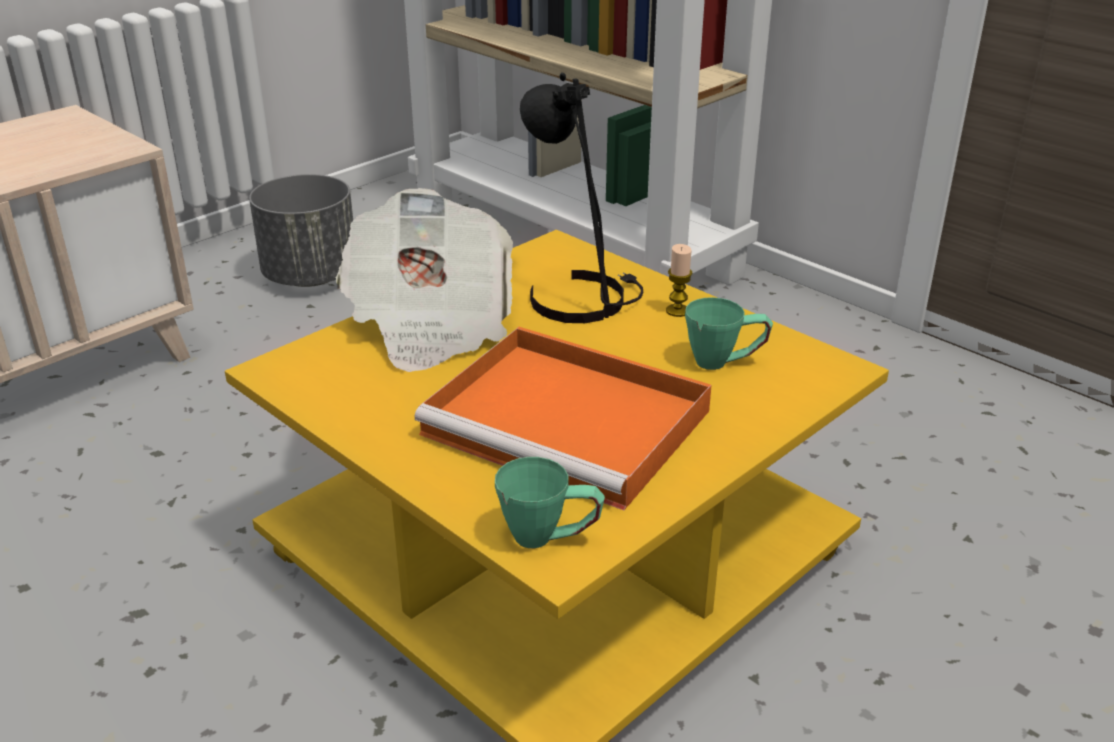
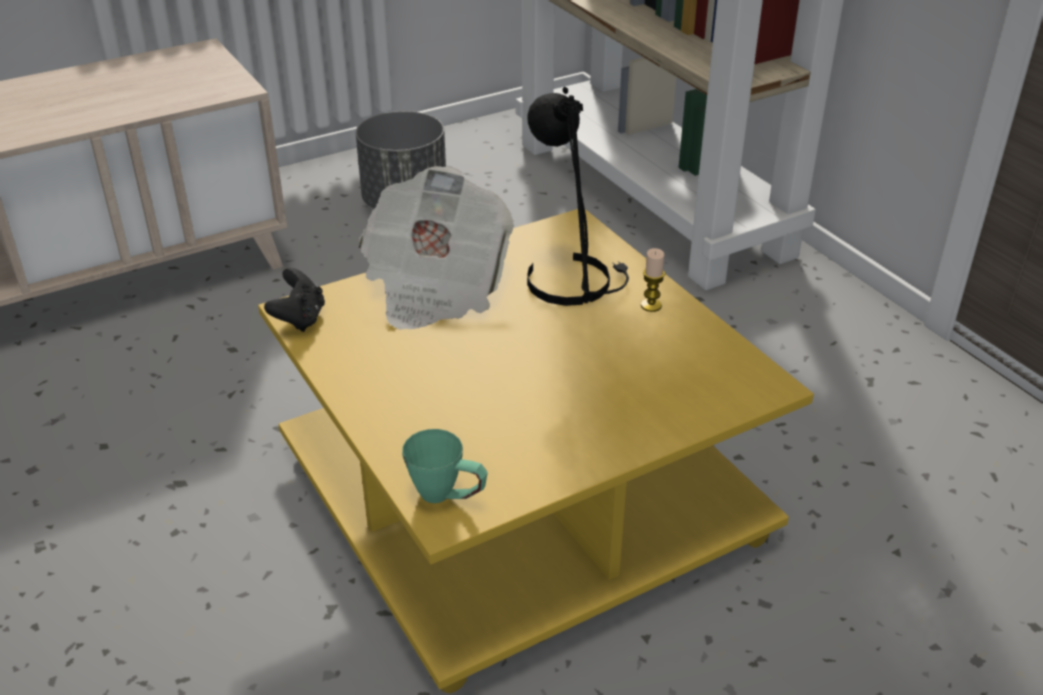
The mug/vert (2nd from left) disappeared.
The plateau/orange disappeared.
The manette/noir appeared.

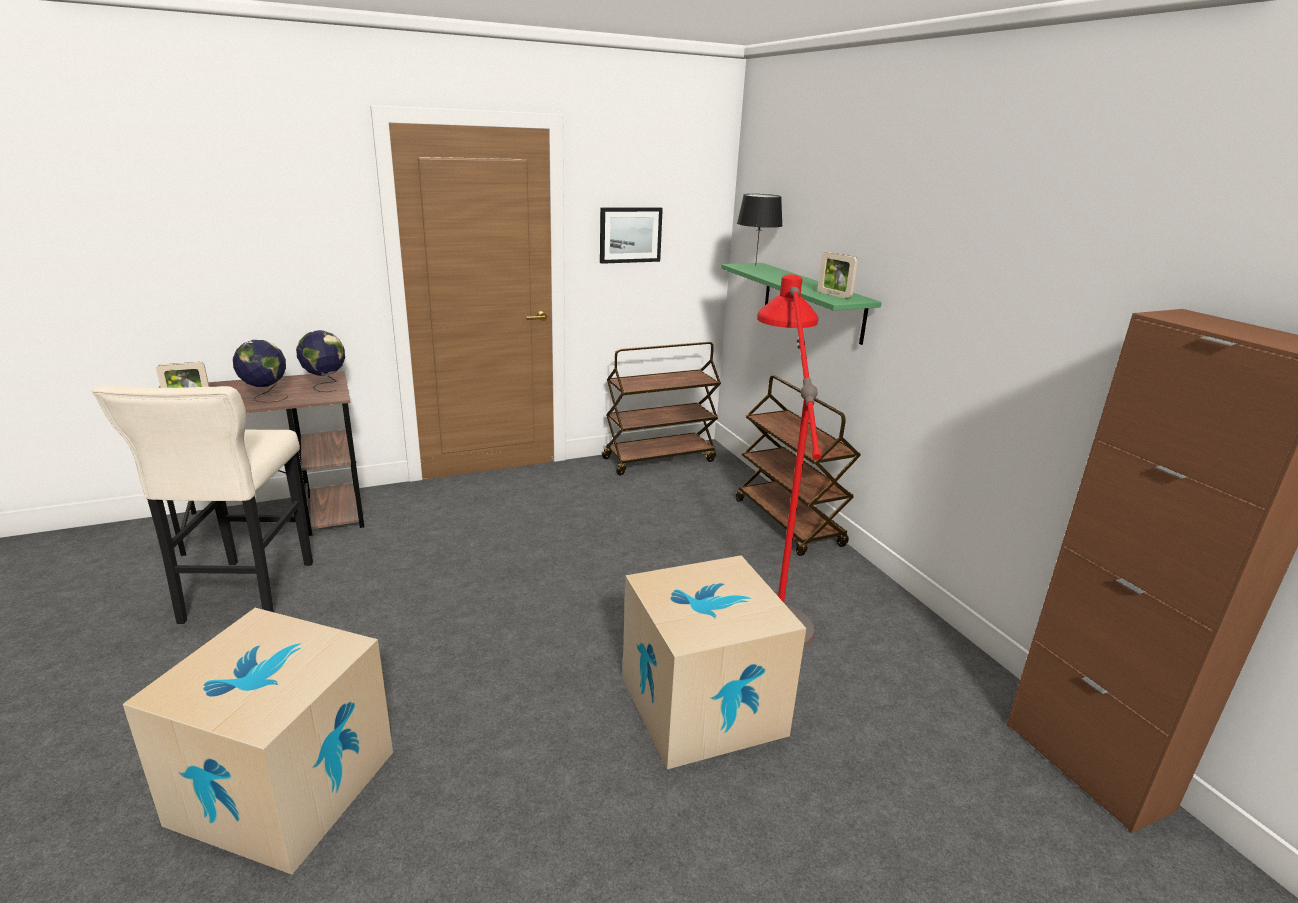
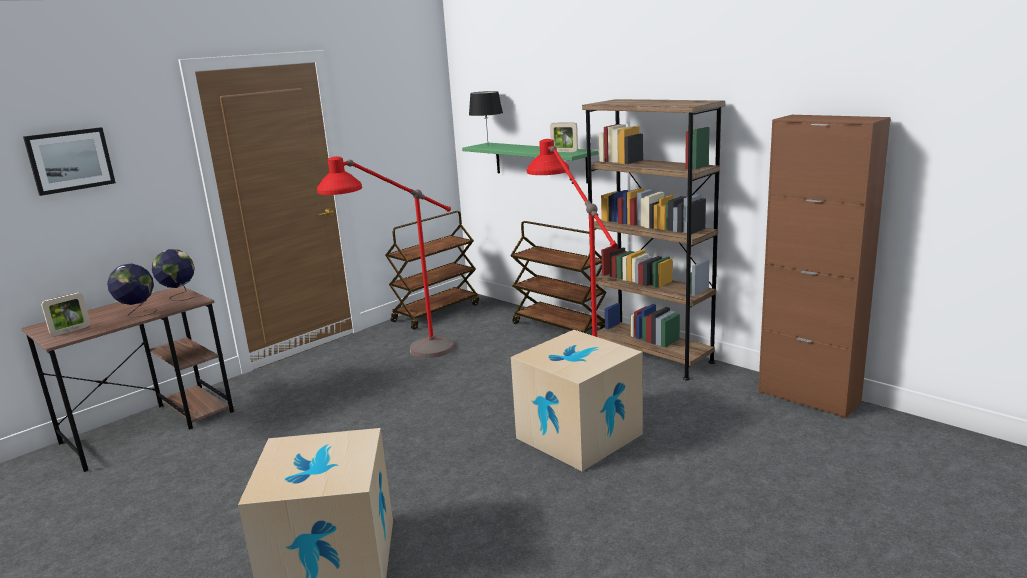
The tableau moved.
The tabouret/beige disappeared.
The bibliothèque/marron appeared.
The lampadaire/rouge (1st from left) appeared.

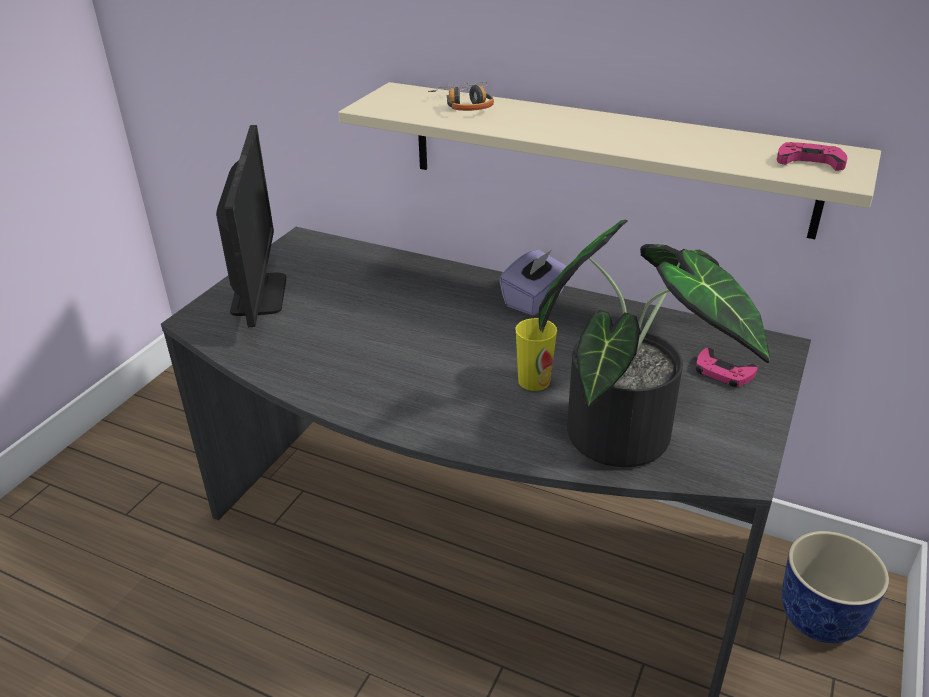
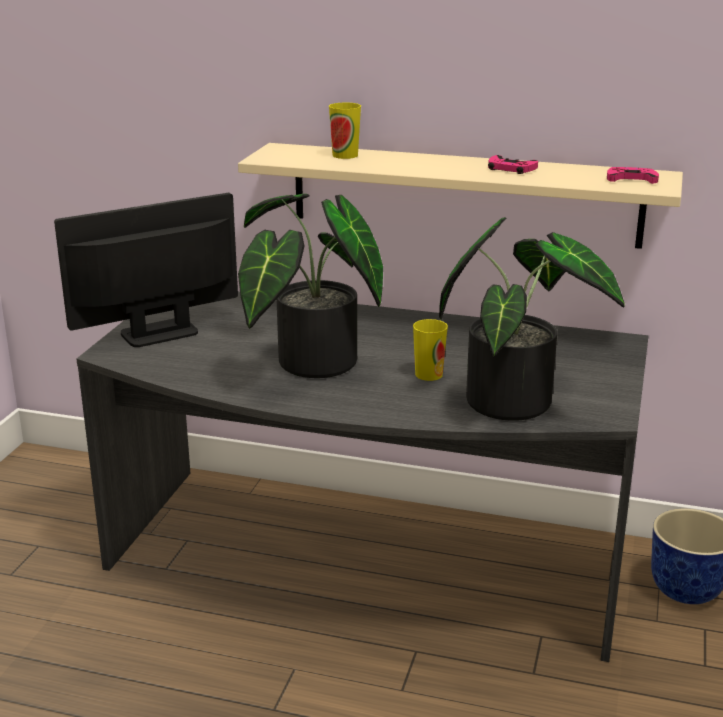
The casque audio was replaced by the tasse (1st from left).
The écran d'ordinateur turned 105 degrees counterclockwise.
The boîte à mouchoirs/violet disappeared.
The manette/rose (1st from left) moved.
The plante en pot (1st from left) appeared.

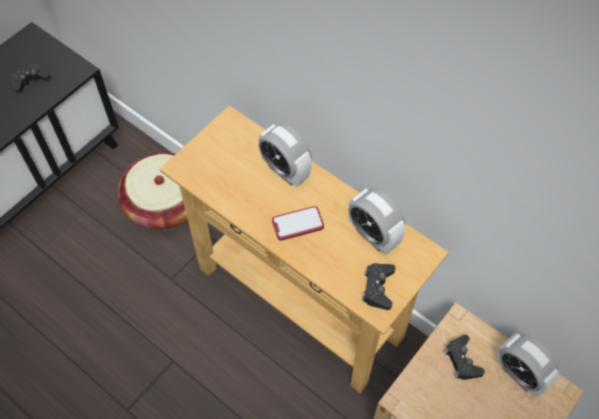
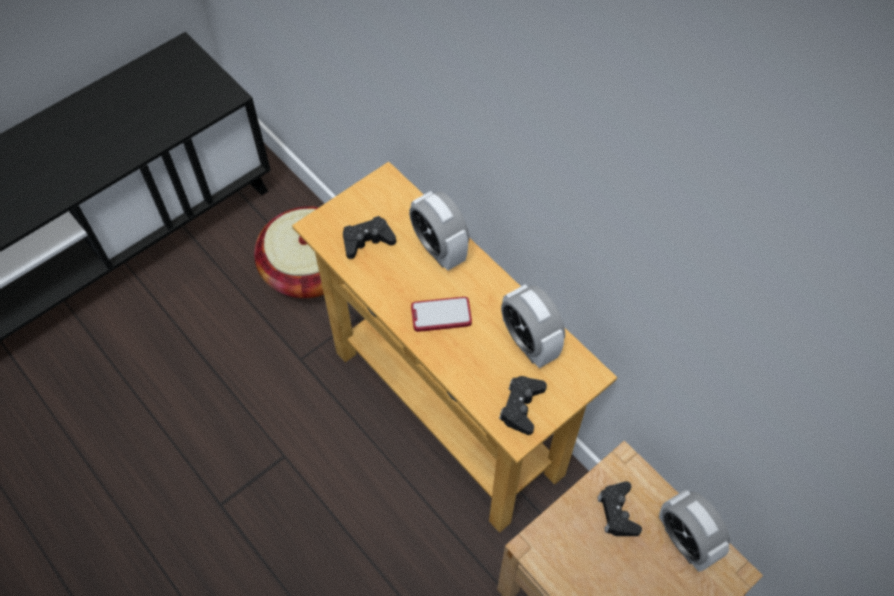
The manette/noir (1st from left) moved.

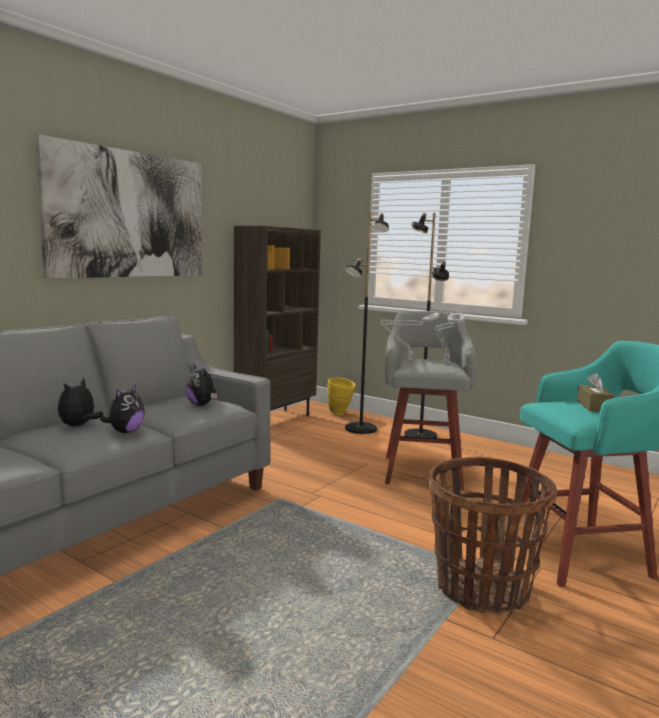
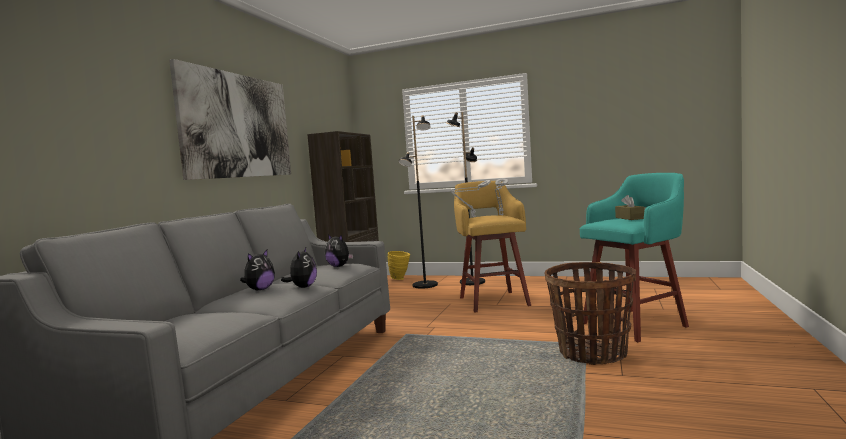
The tabouret/gris became the tabouret/jaune.
The peluche (1st from left) turned 150 degrees counterclockwise.

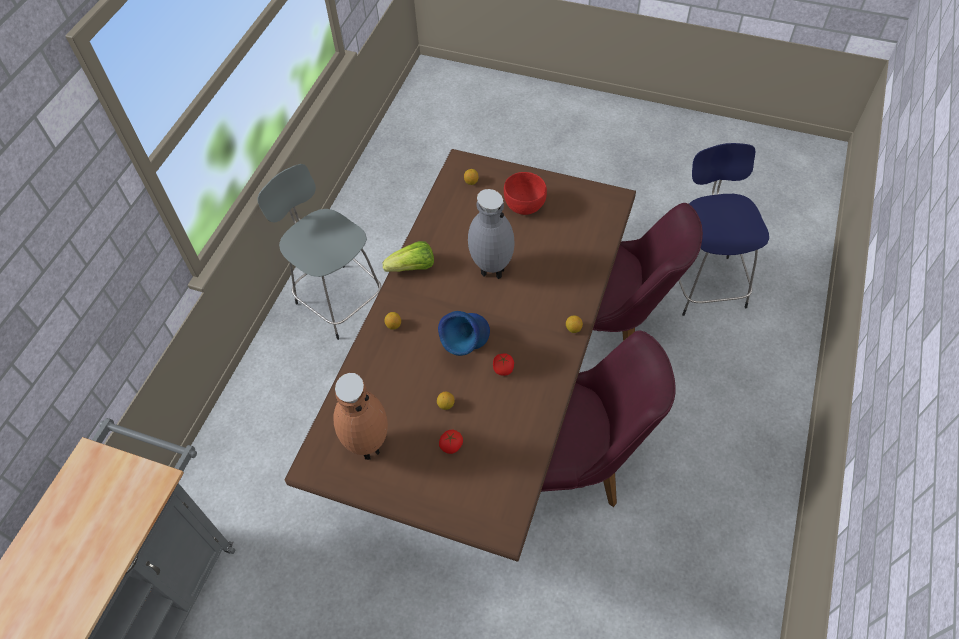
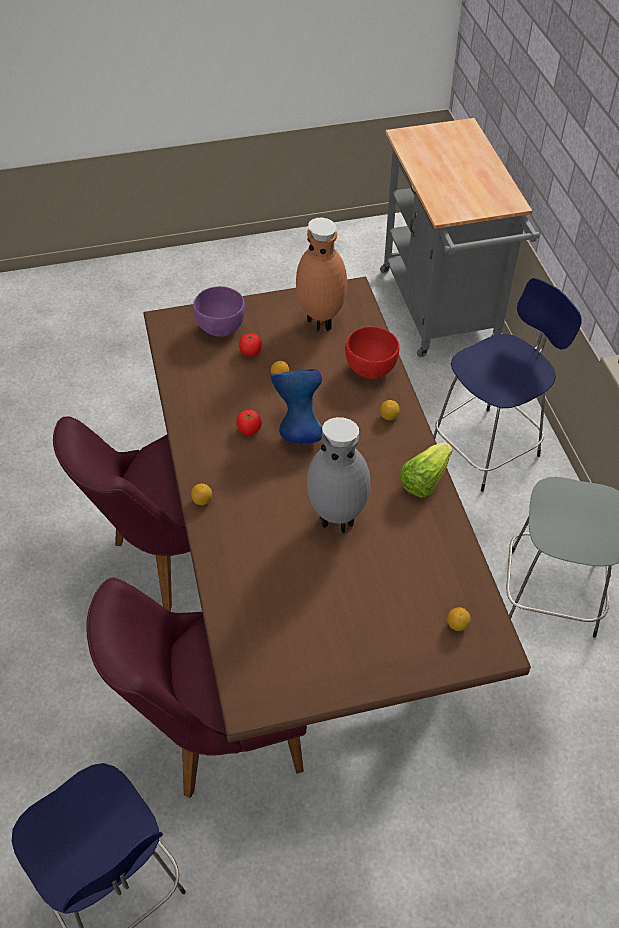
The bol/rouge moved.
The tabouret/bleu (2nd from left) appeared.
The bol/violet appeared.

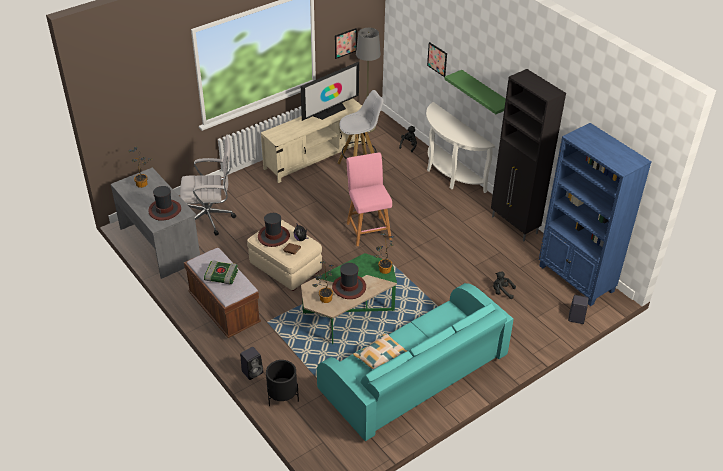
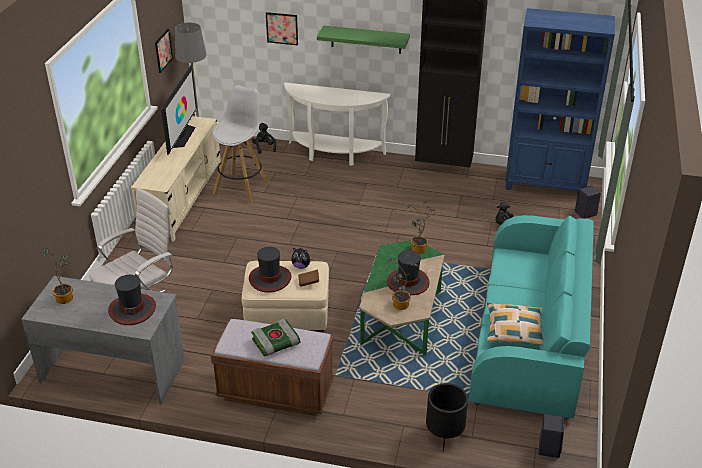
The tabouret/rose disappeared.
The enceinte/noir (1st from left) moved.

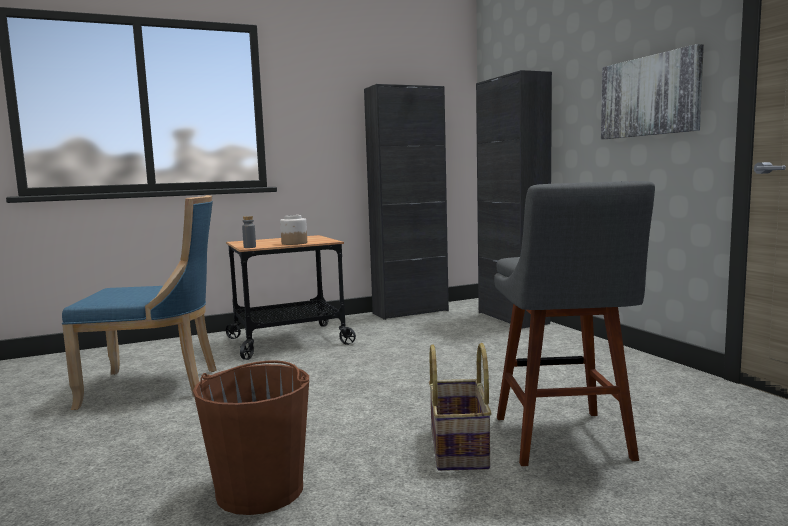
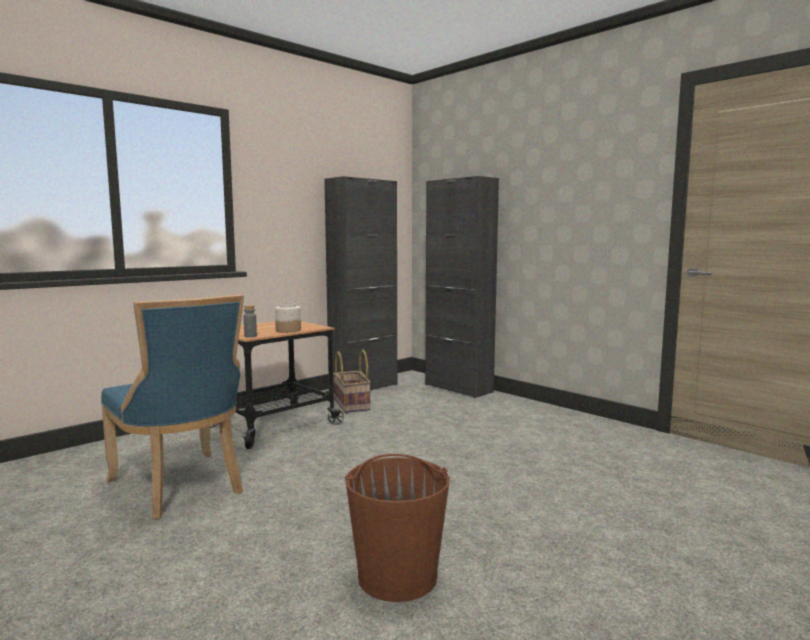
The tableau disappeared.
The tabouret/gris disappeared.
The chaise/bleu turned 75 degrees clockwise.
The panier moved.

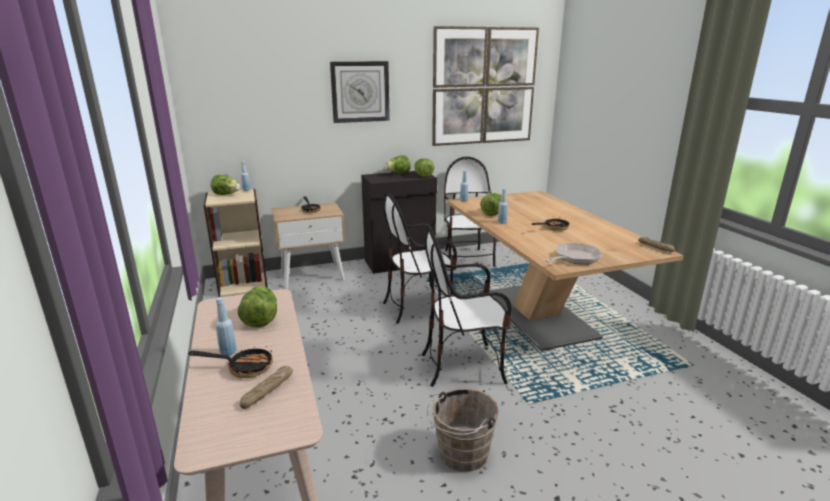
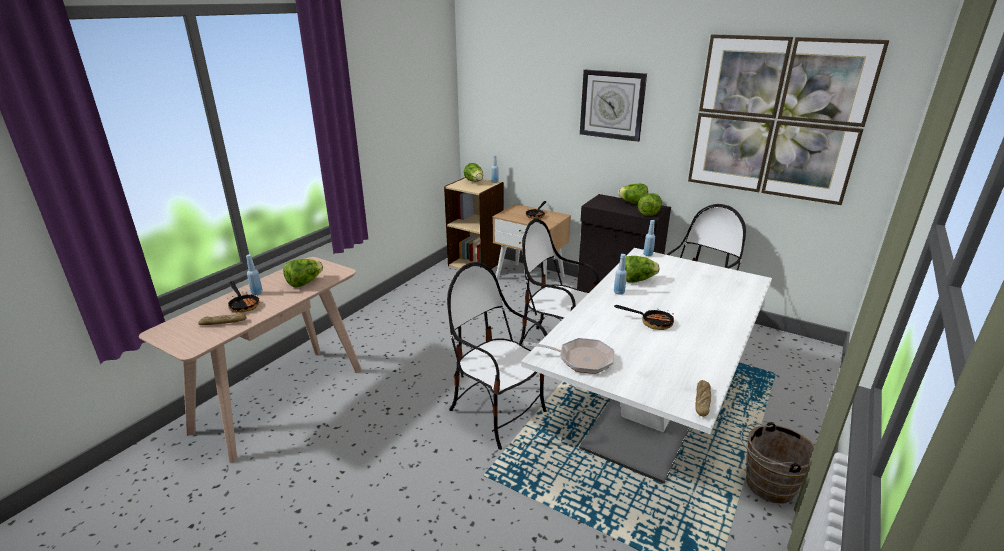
The table à manger/marron became the table à manger/blanc.
The seau/marron moved.

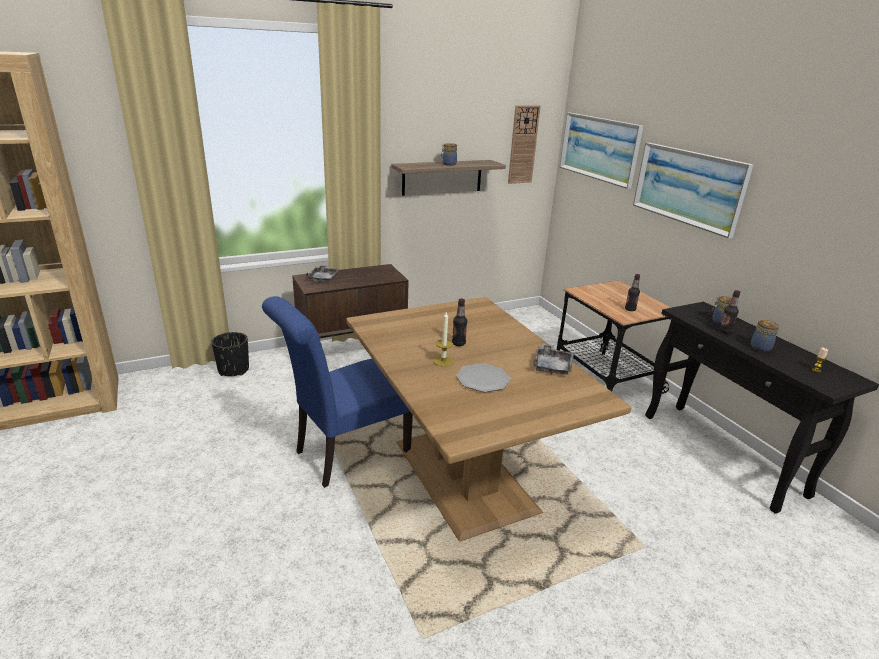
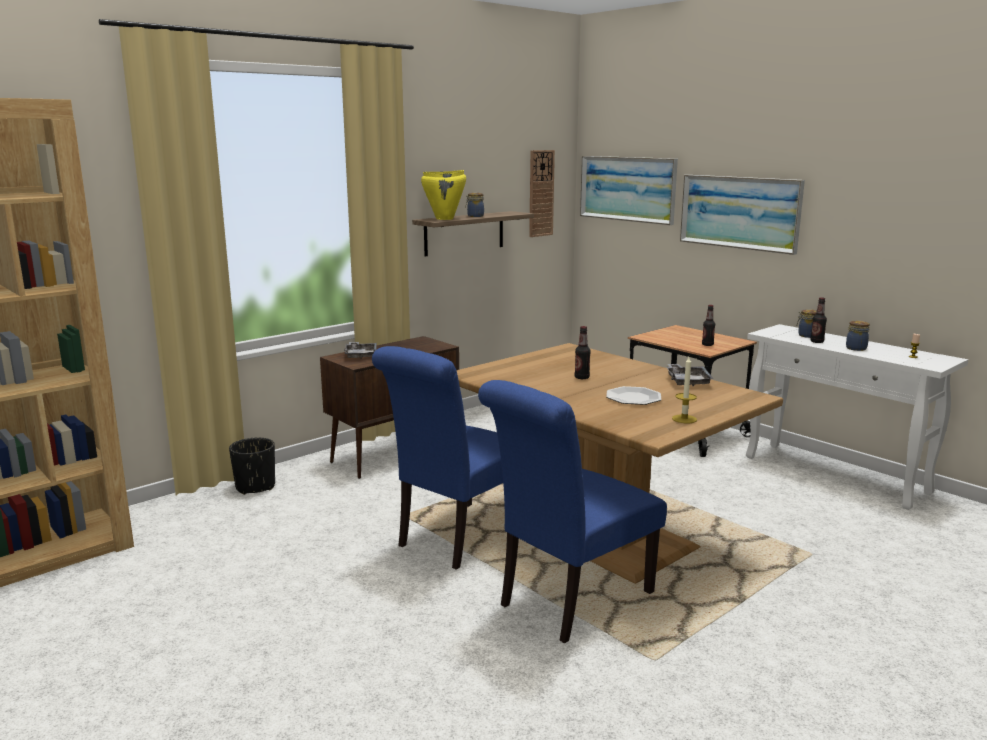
The table console/noir became the table console/blanc.
The bougie (1st from left) moved.
The marmite/jaune appeared.
The chaise/bleu (2nd from left) appeared.

